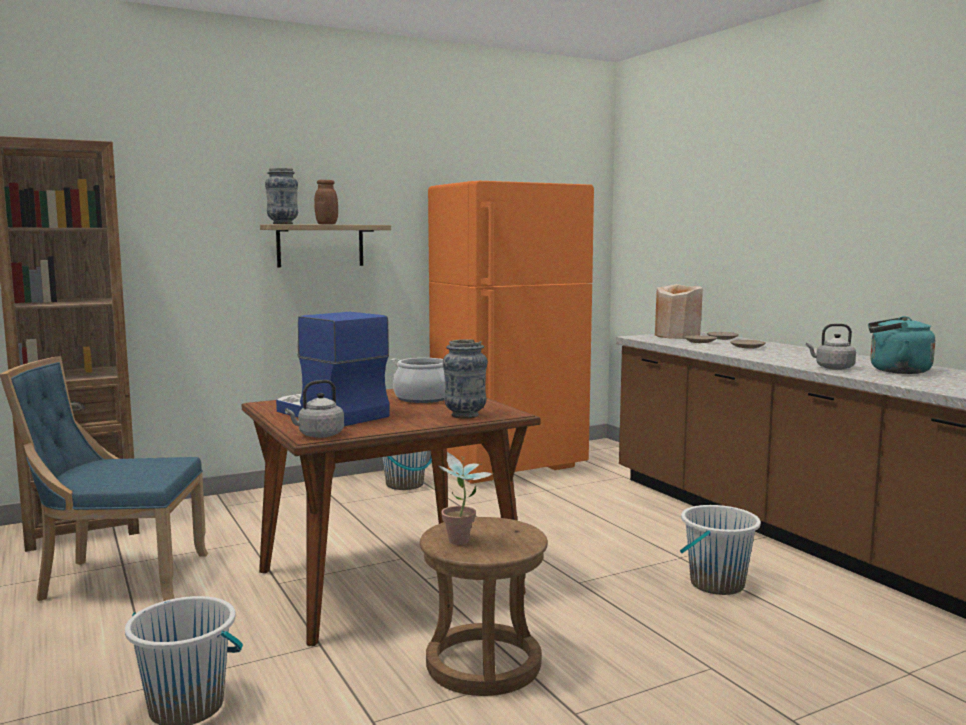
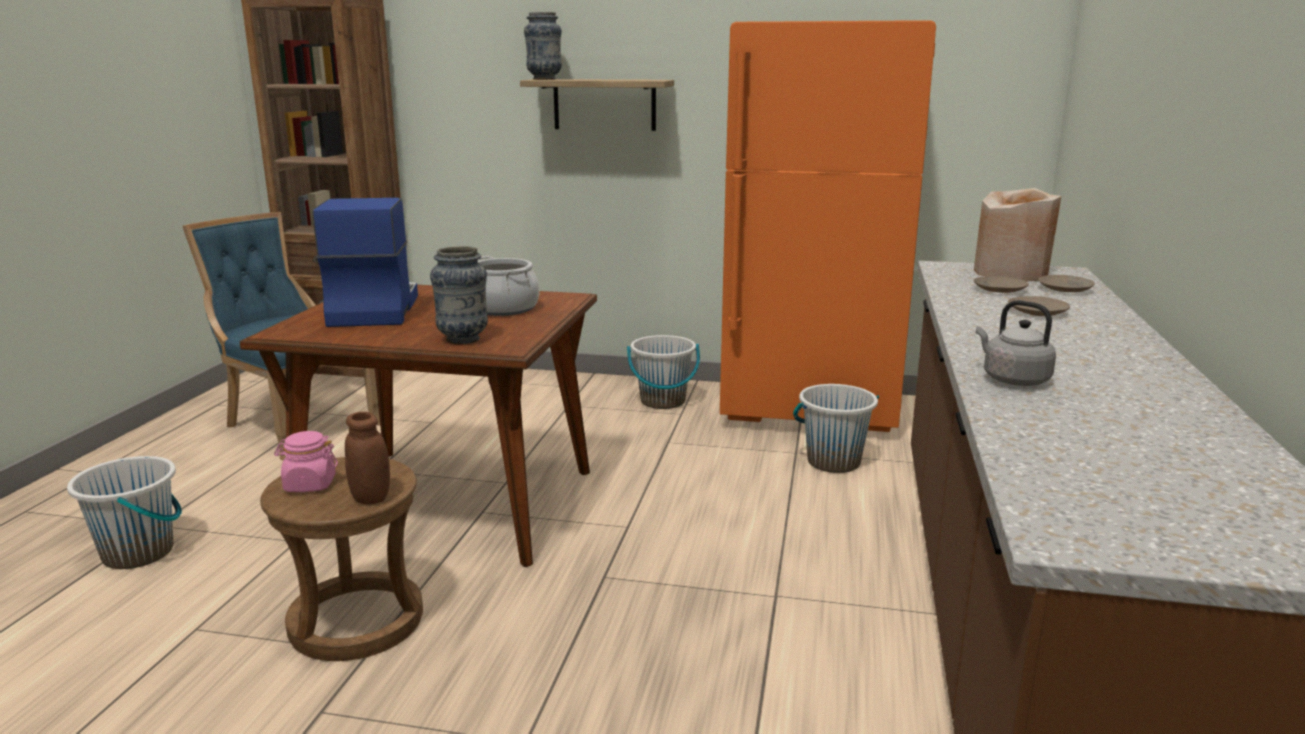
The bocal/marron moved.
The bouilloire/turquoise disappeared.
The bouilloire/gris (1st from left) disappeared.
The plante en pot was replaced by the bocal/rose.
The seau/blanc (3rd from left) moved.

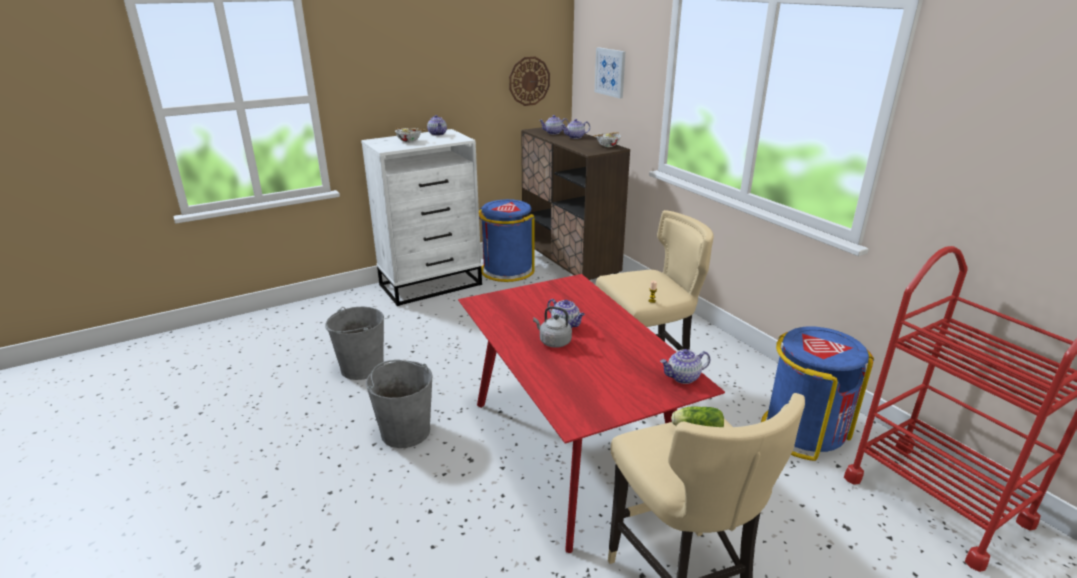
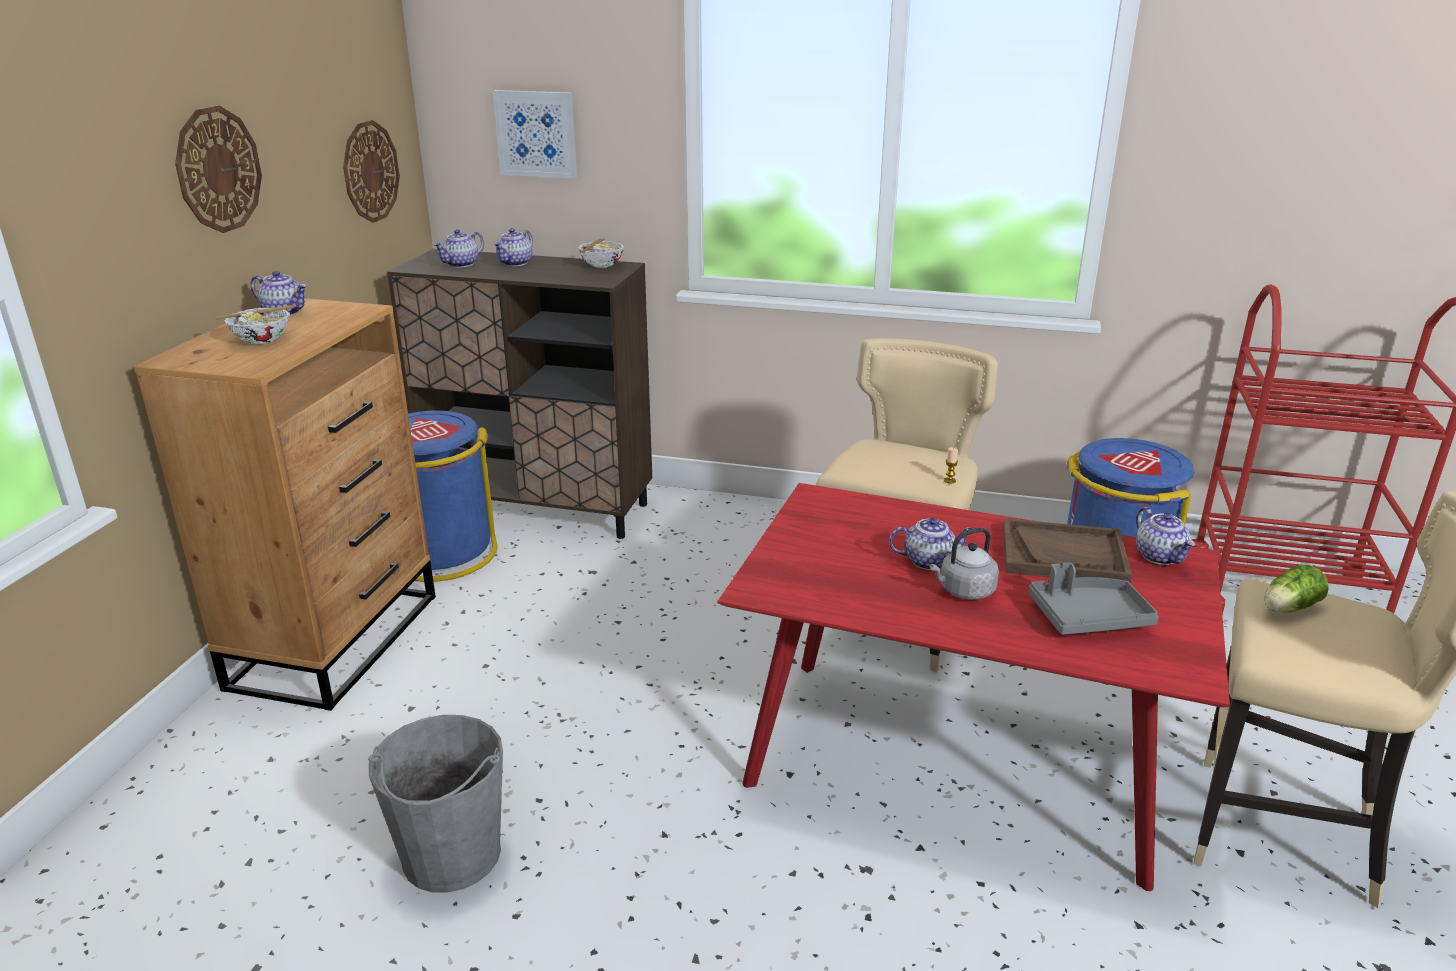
The commode/blanc became the commode/marron.
The théière (5th from left) turned 45 degrees counterclockwise.
The seau/gris (2nd from left) disappeared.
The horloge murale (1st from left) appeared.
The plateau/marron appeared.
The plateau/gris appeared.

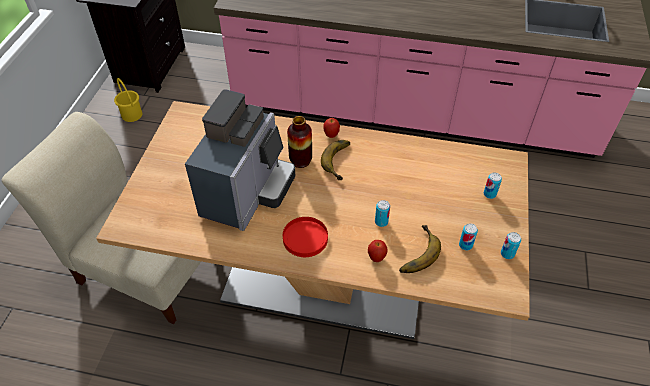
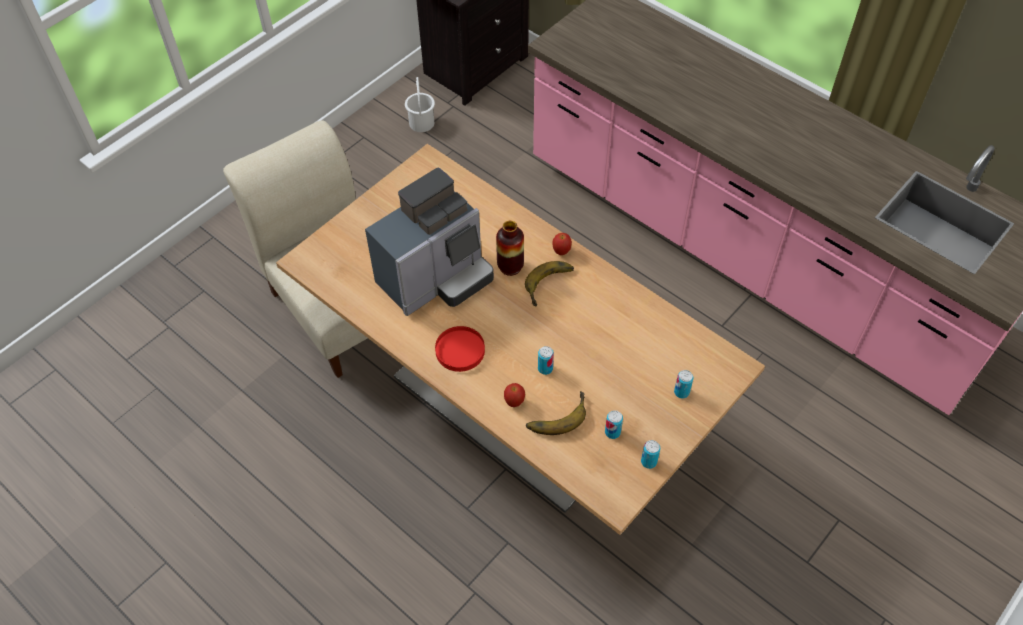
The seau/jaune became the seau/blanc.

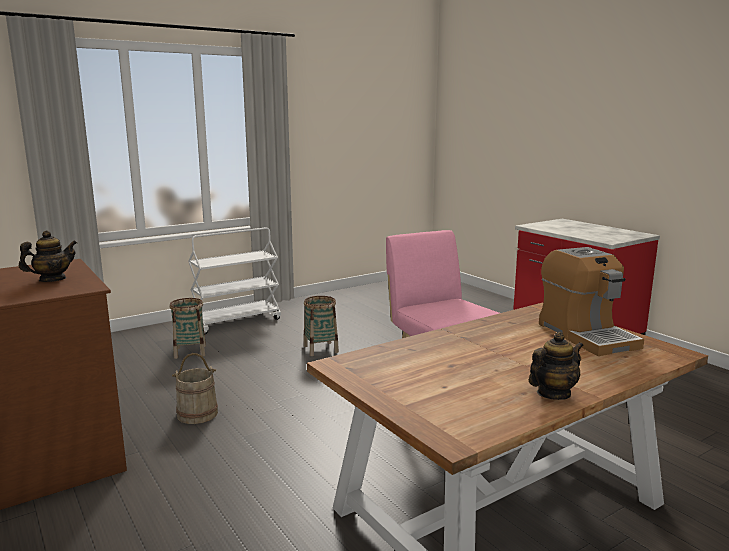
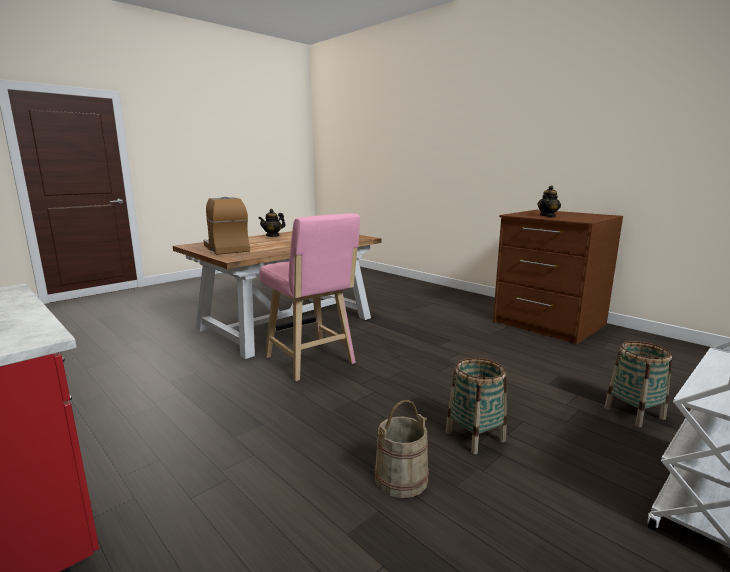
The seau/beige moved.

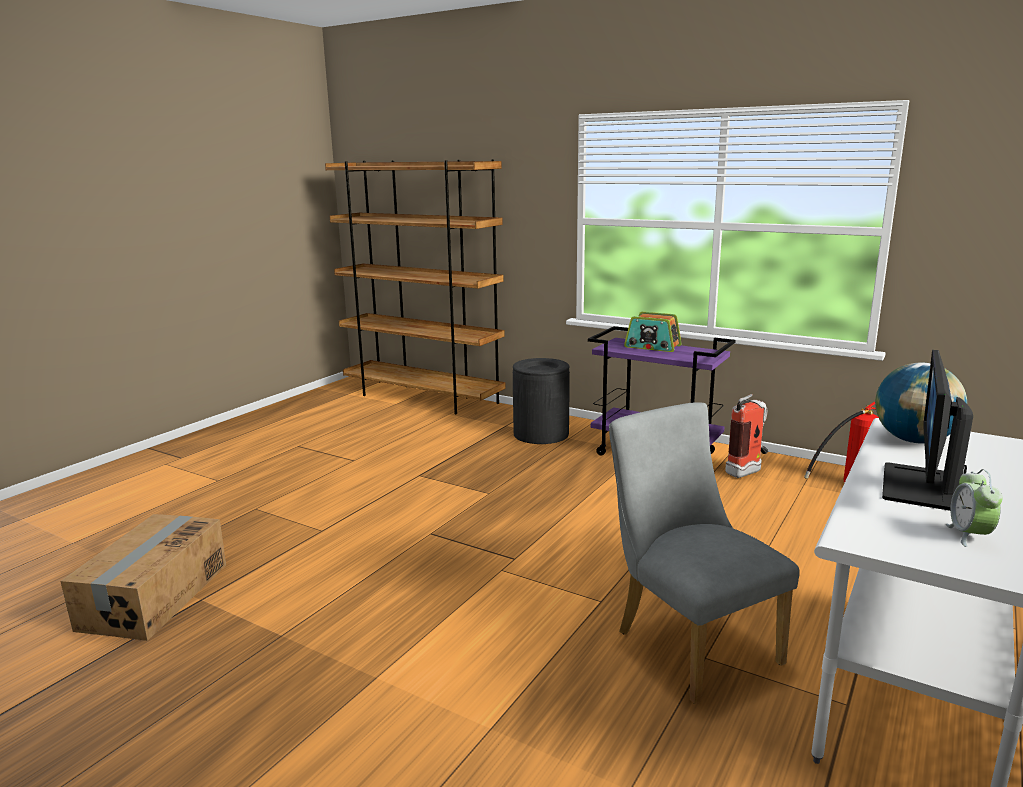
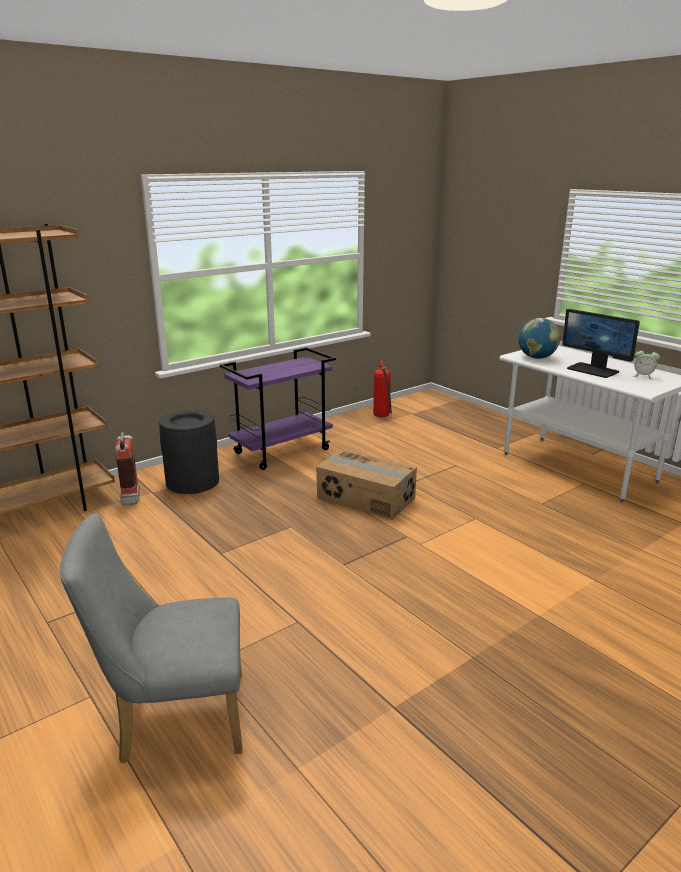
The radio disappeared.
The extincteur (1st from left) moved.
The chaise/gris moved.
The carton moved.

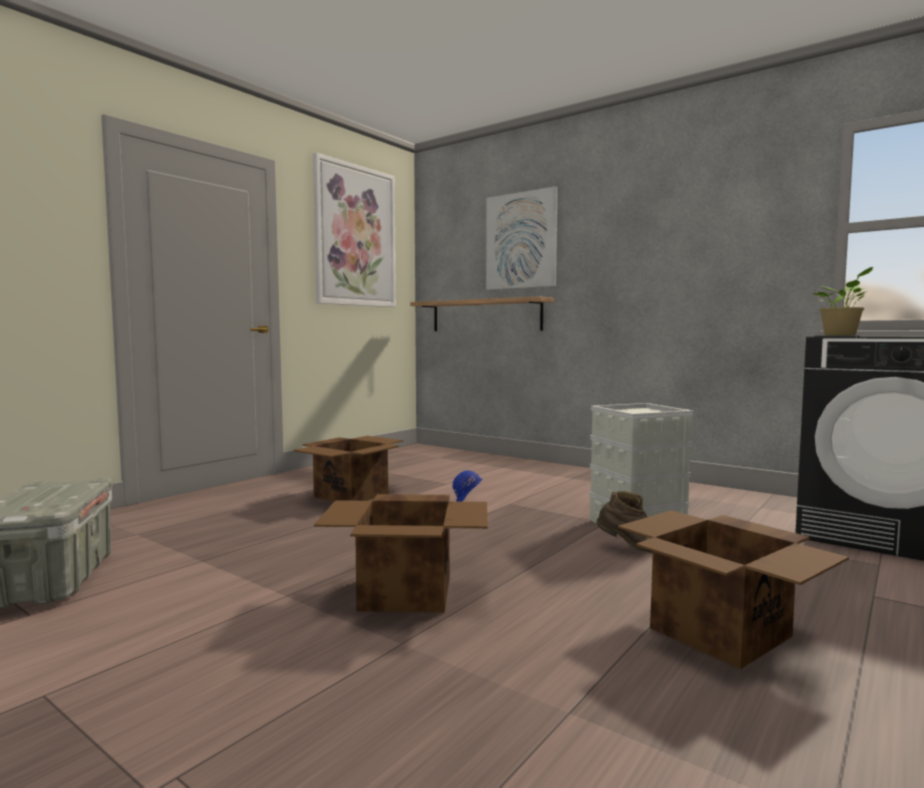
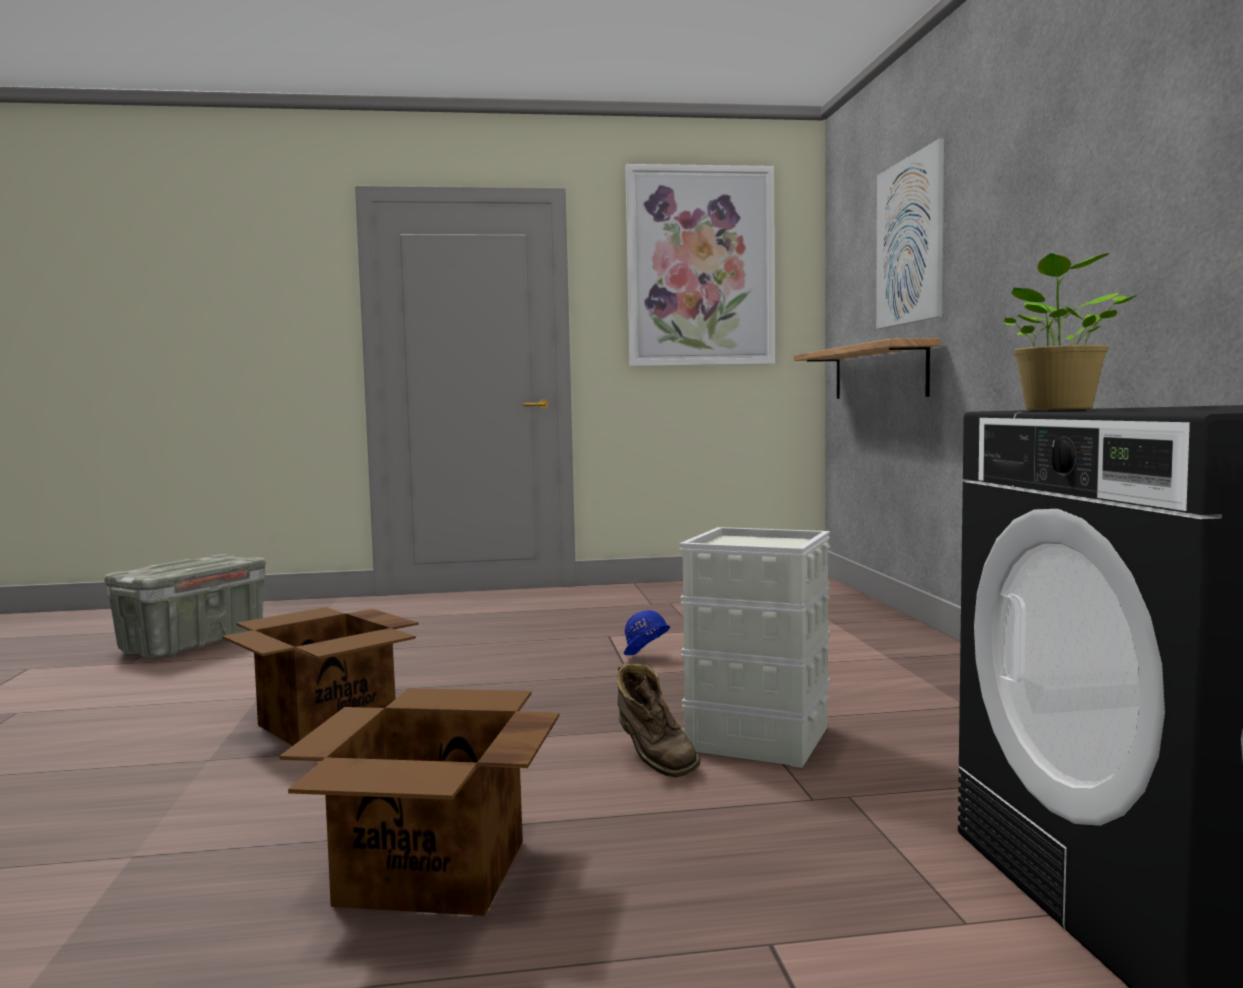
The carton (1st from left) disappeared.

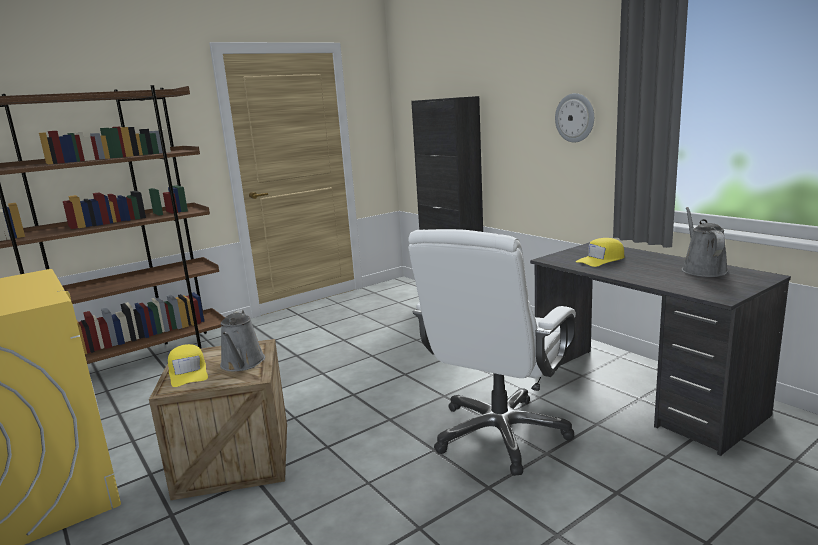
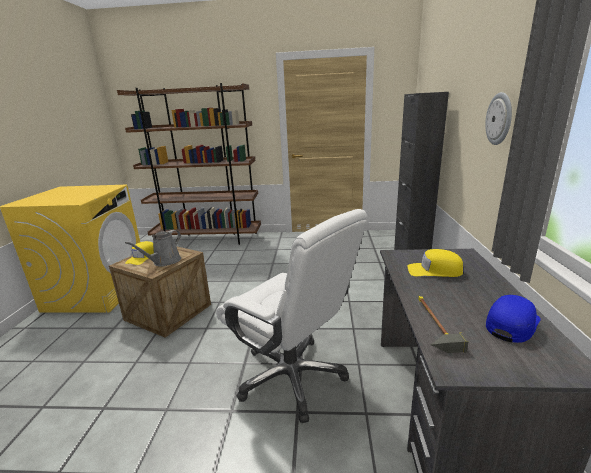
The arrosoir/gris (2nd from left) was replaced by the casquette/bleu.
The chaise de bureau/blanc turned 120 degrees counterclockwise.
The marteau appeared.

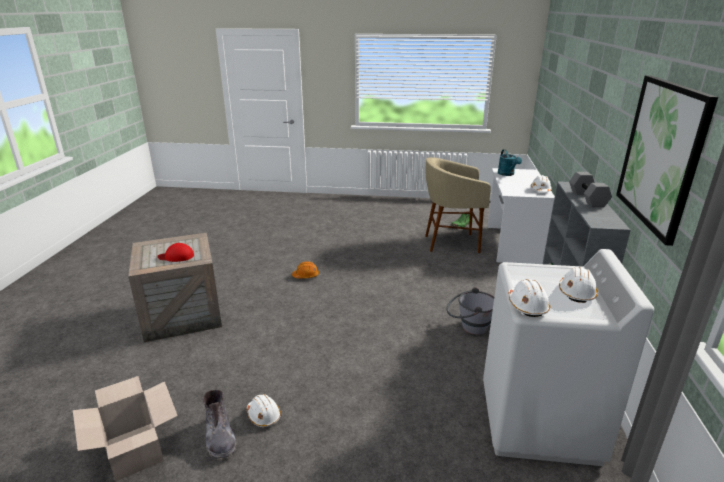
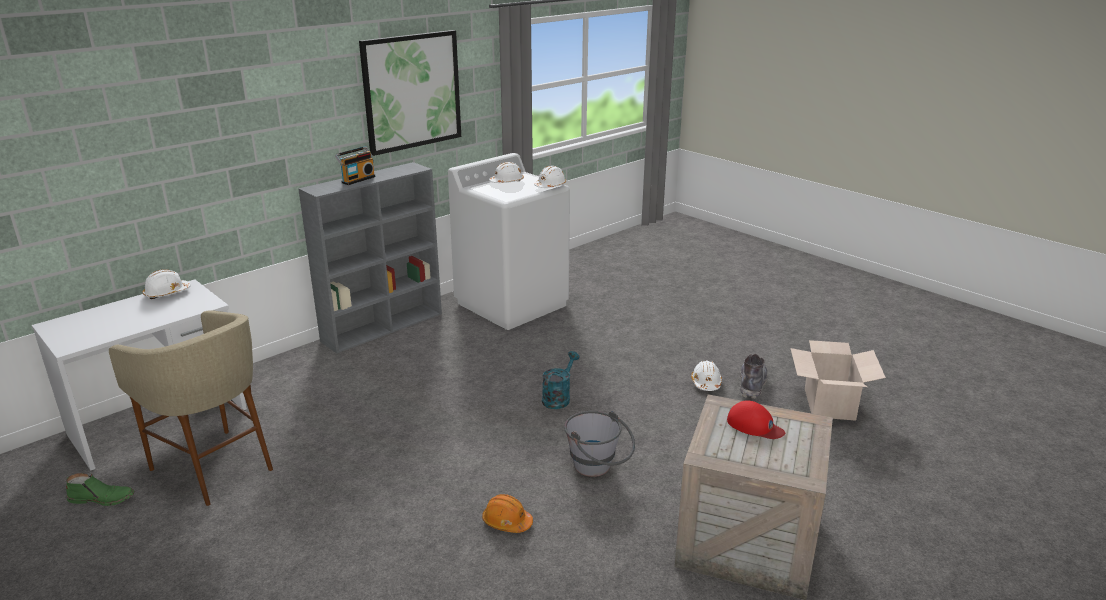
The arrosoir/turquoise moved.
The haltère/gris was replaced by the radio.
The seau/gris moved.

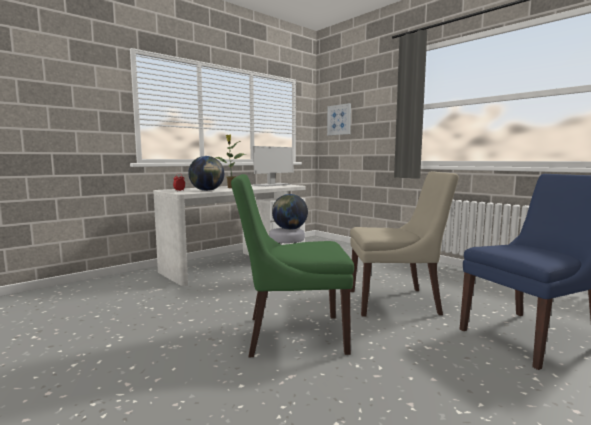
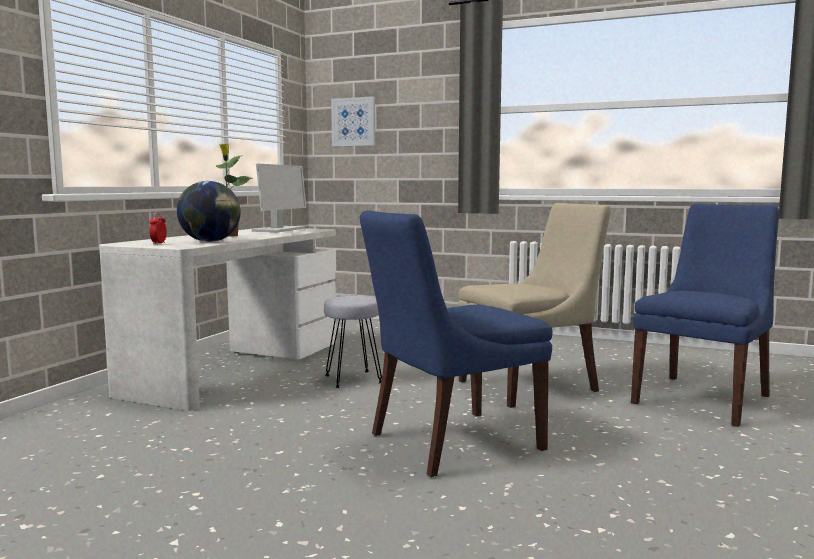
The chaise/vert became the chaise/bleu (1st from left).
The globe (2nd from left) disappeared.

